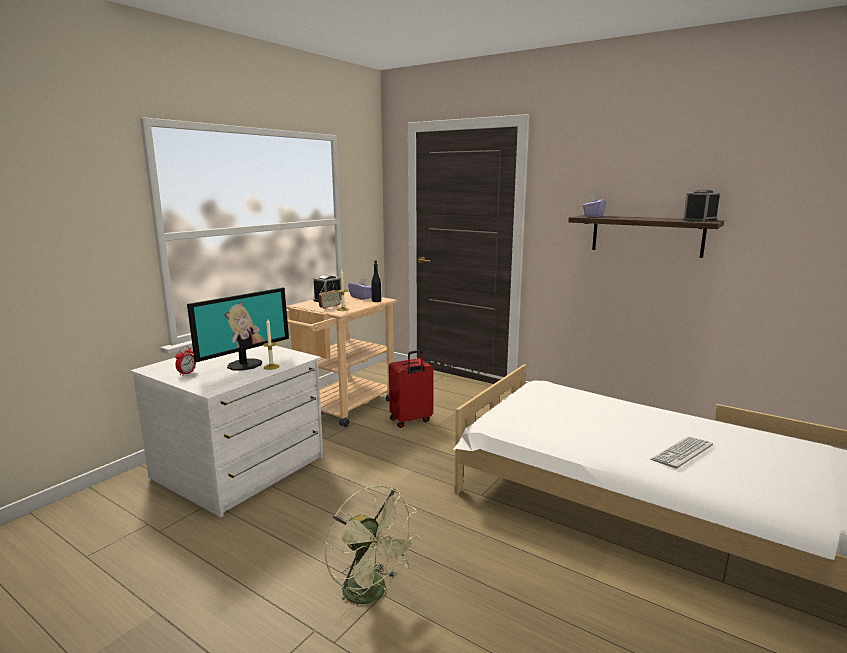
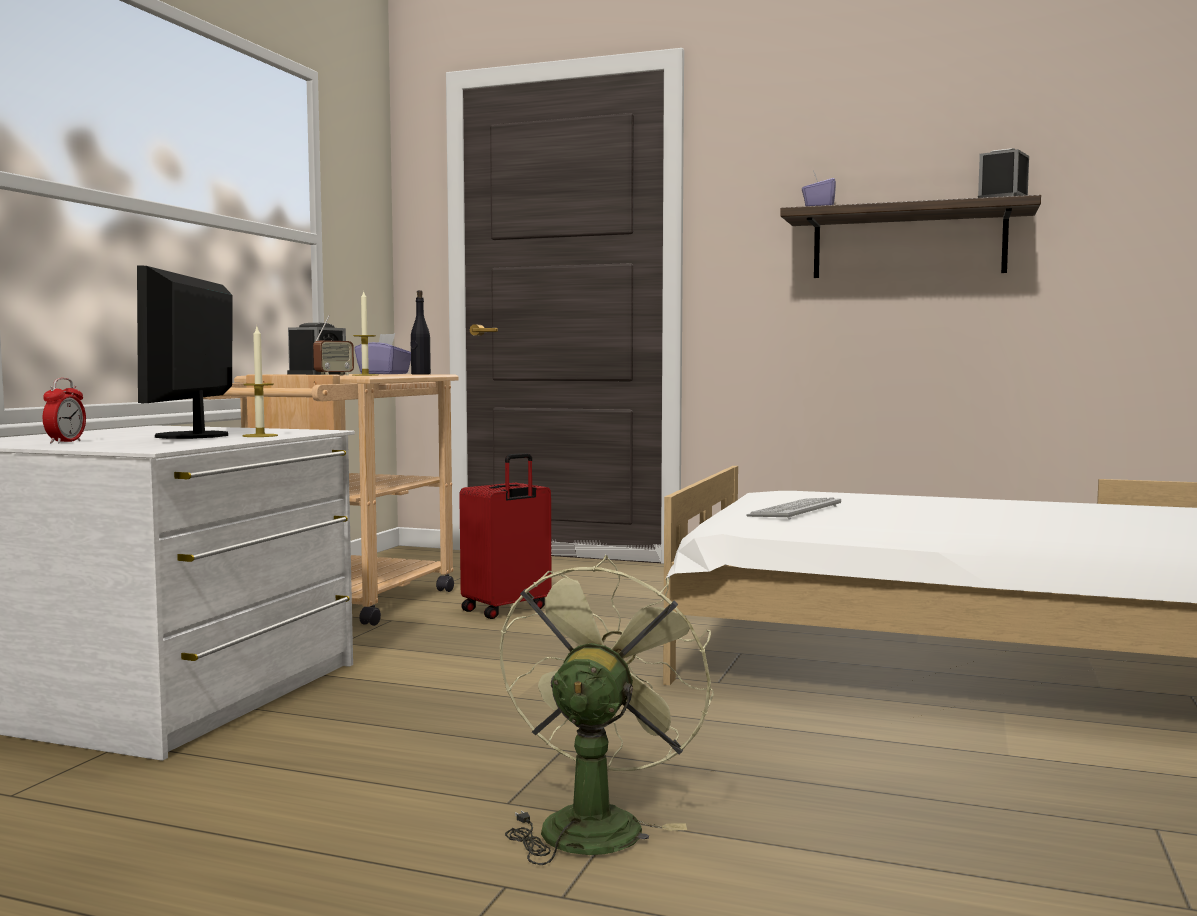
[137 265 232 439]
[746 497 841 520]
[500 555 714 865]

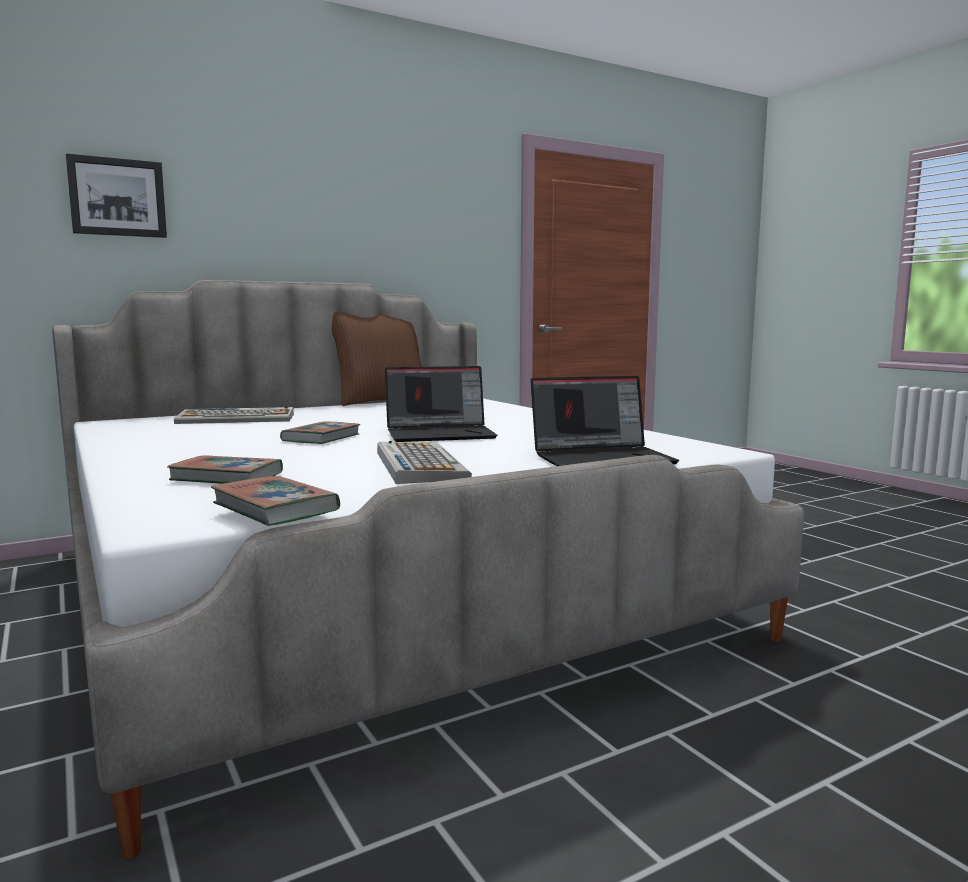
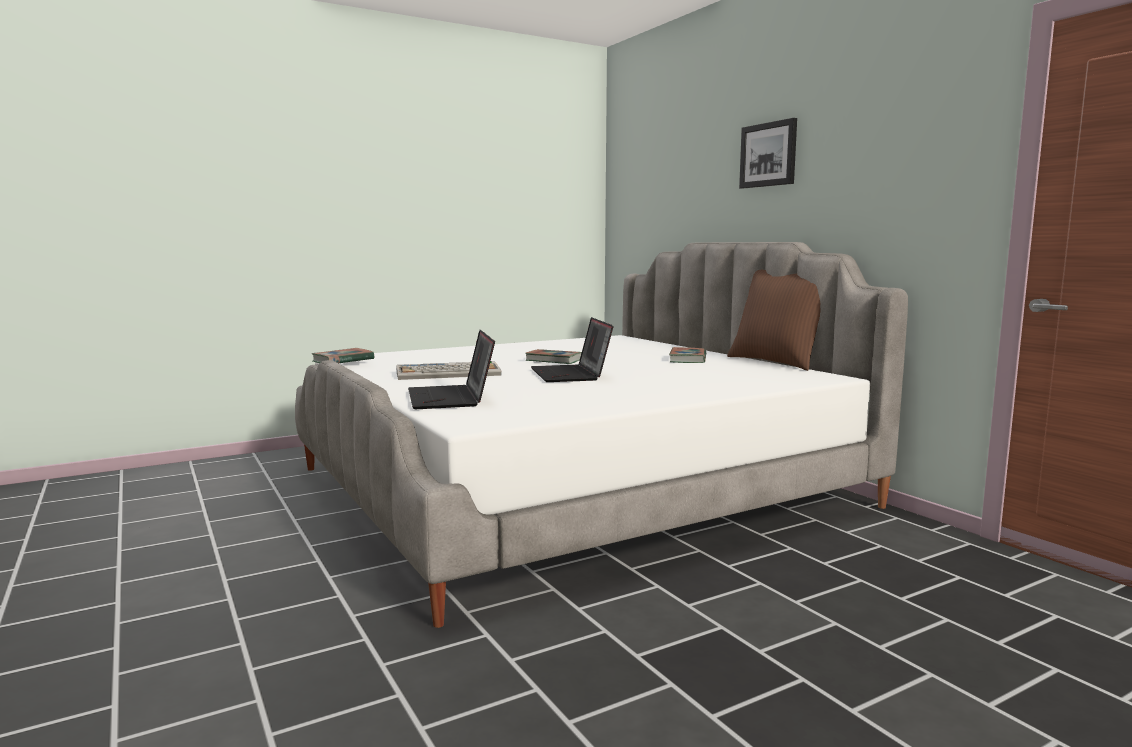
[739 118 797 189]
[174 407 294 424] (first image)
[669 347 706 363]

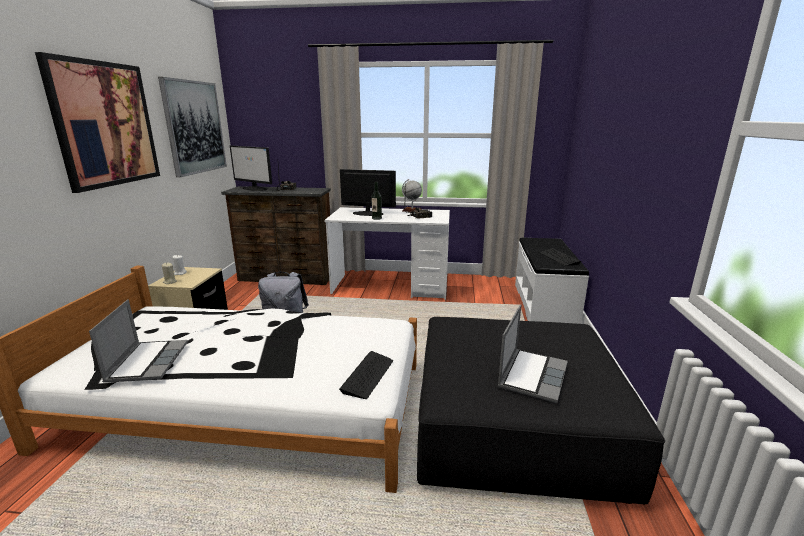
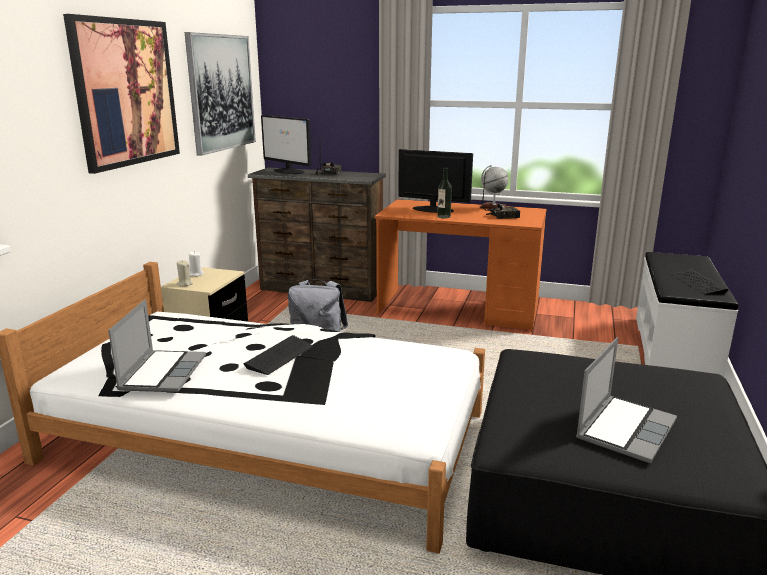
[375 199 546 332]
[244 335 313 375]

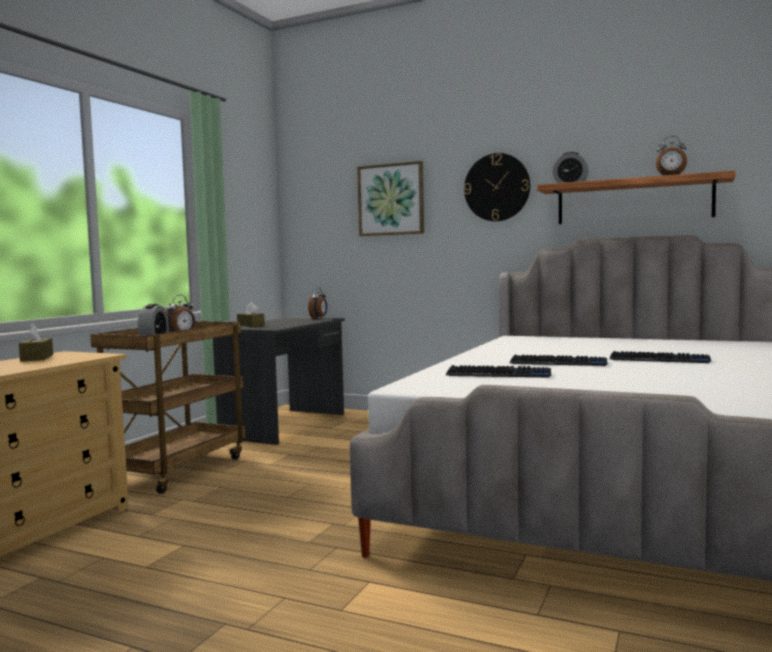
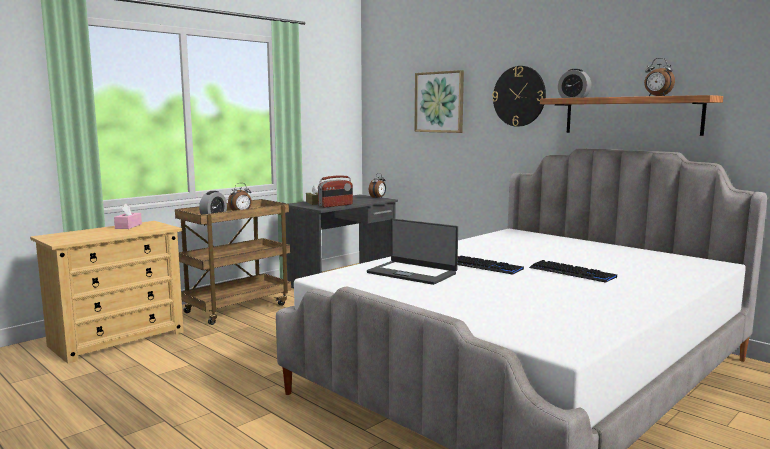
[114 204 142 229]
[367 219 458 285]
[318 175 353 208]

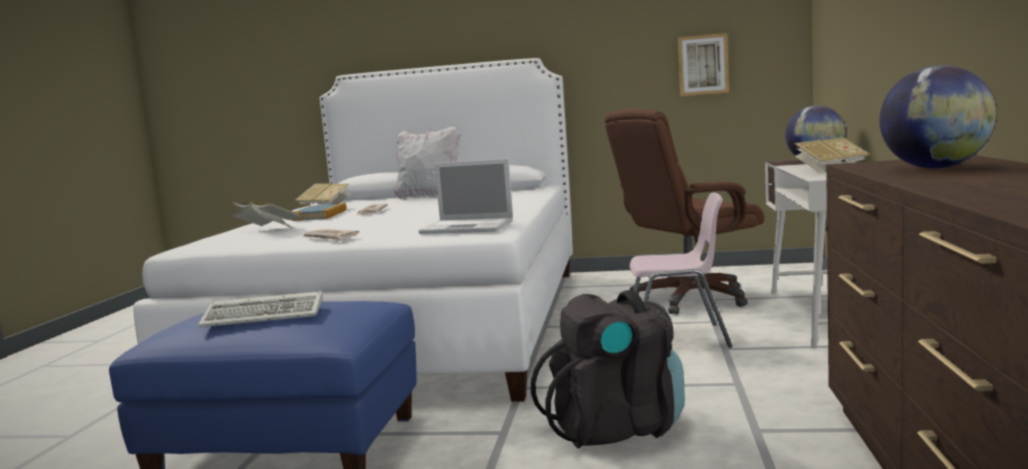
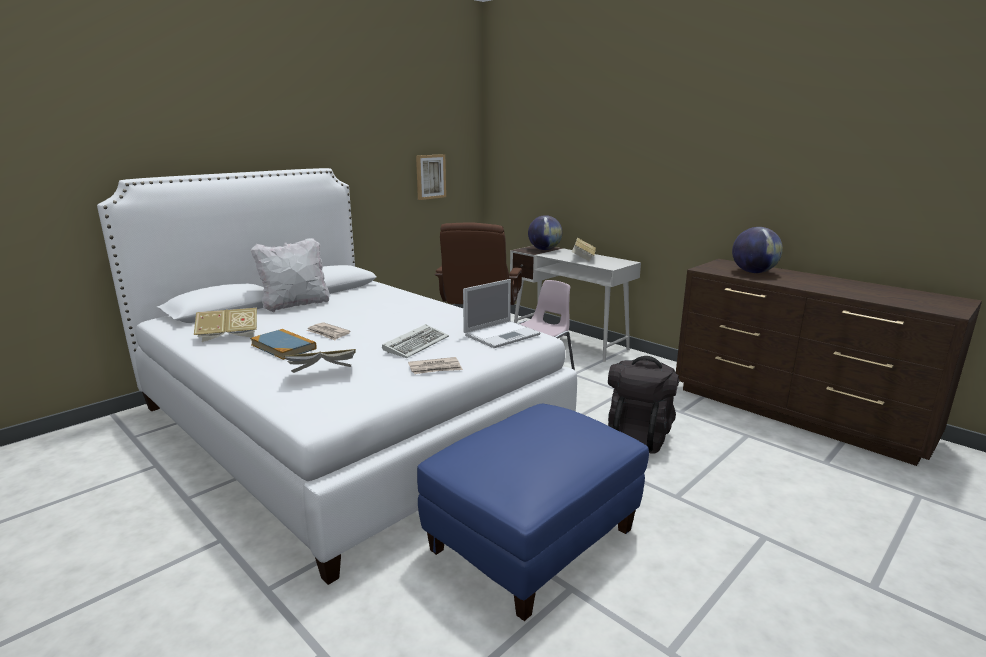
[382 324 449 358]

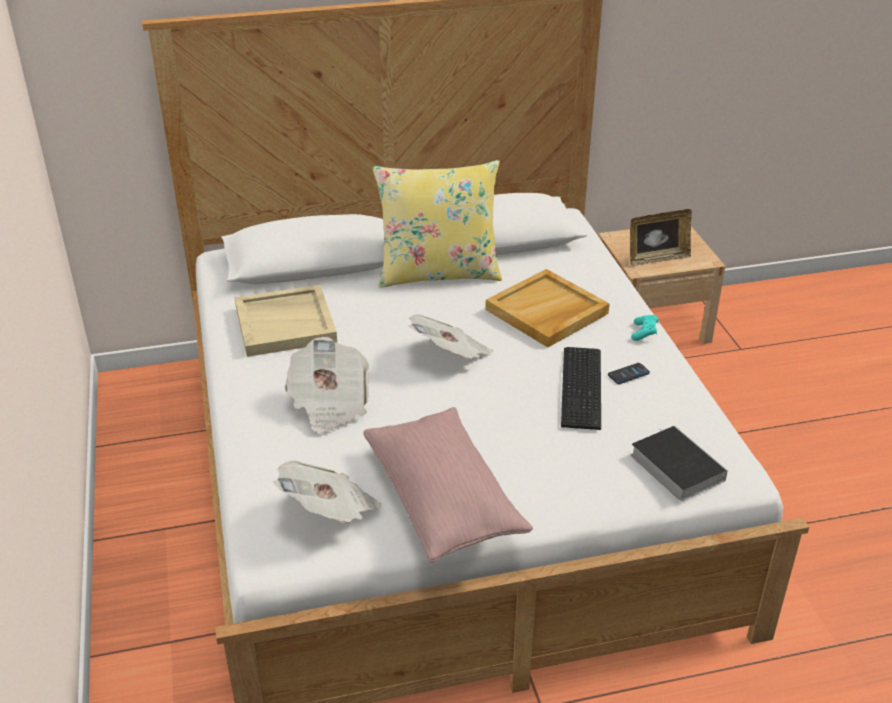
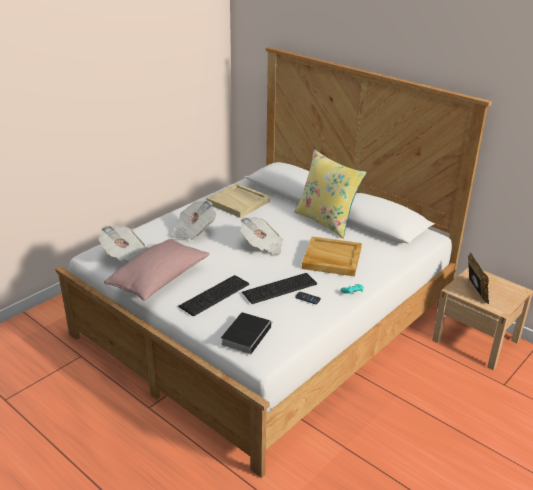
[468 252 489 304]
[178 275 249 317]

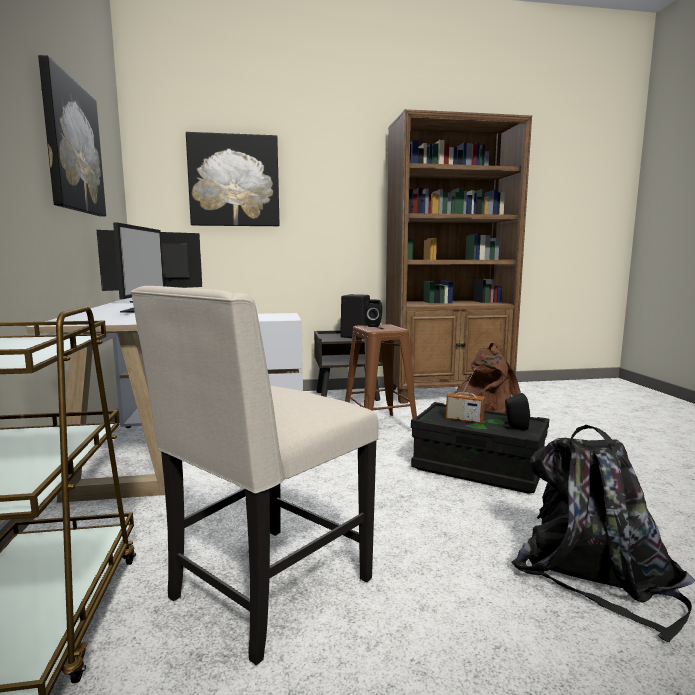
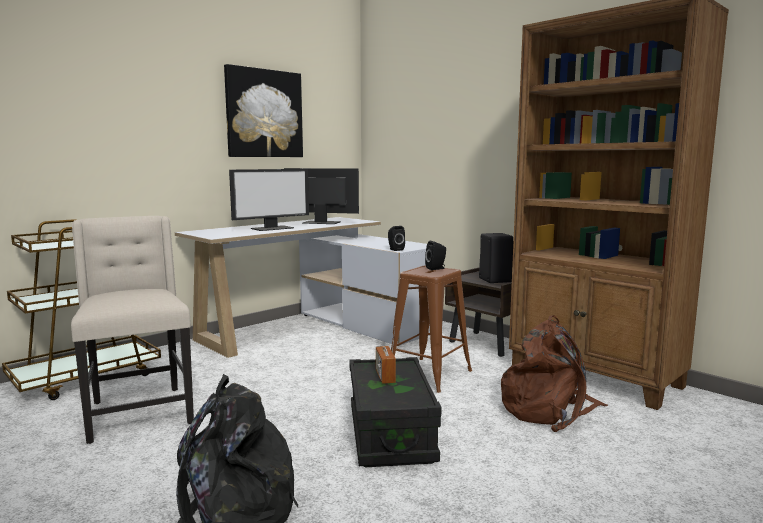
[186 132 280 226] (first image)
[71 216 194 444]
[388 226 405 251]

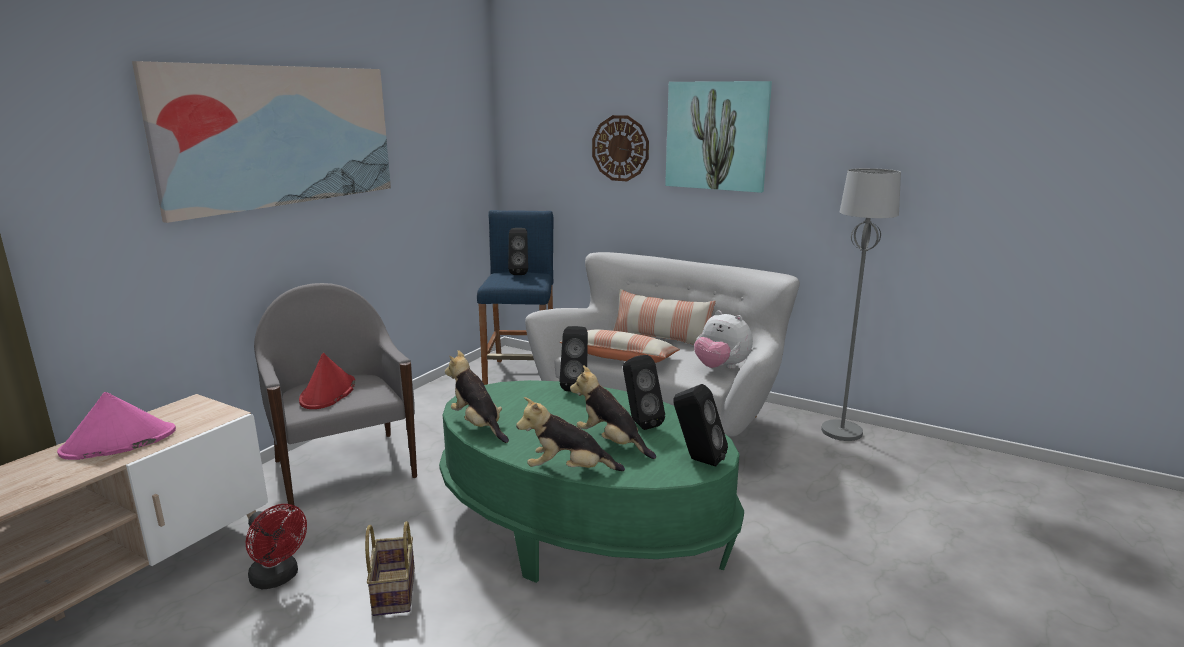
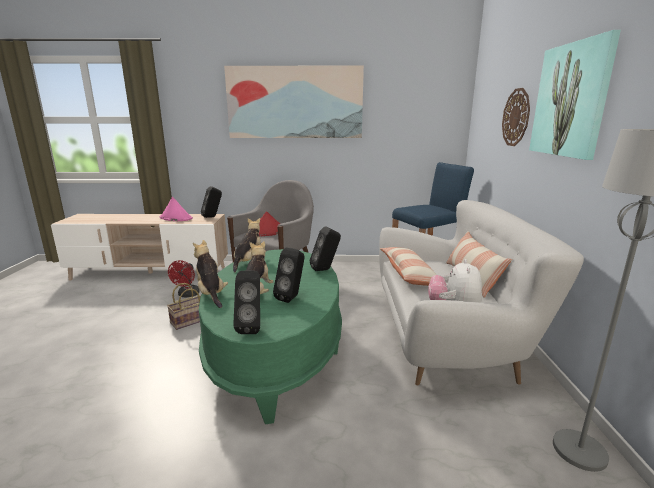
[201 186 222 218]

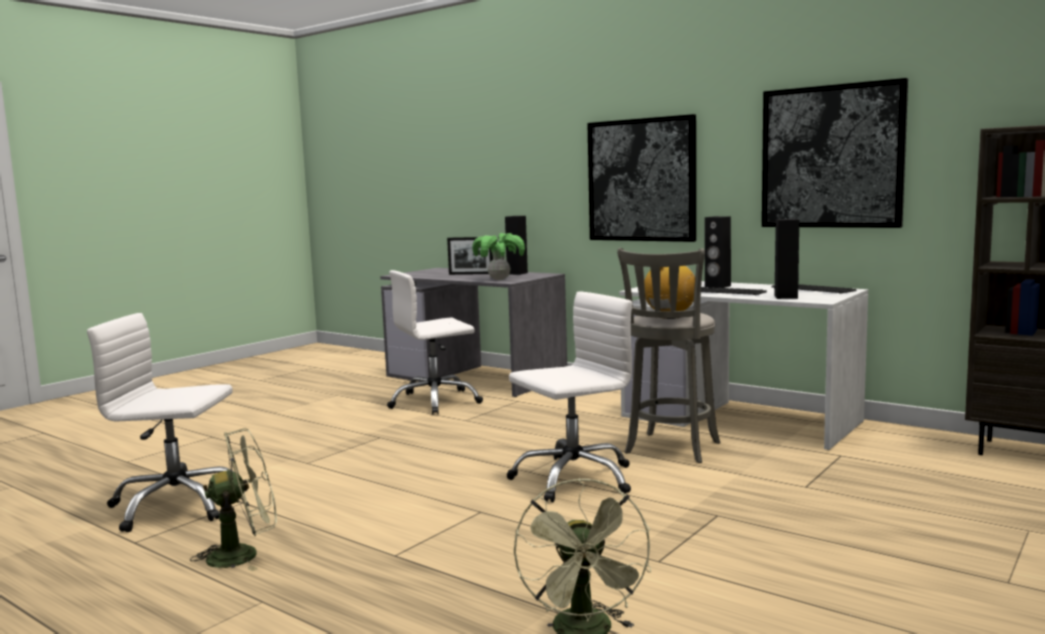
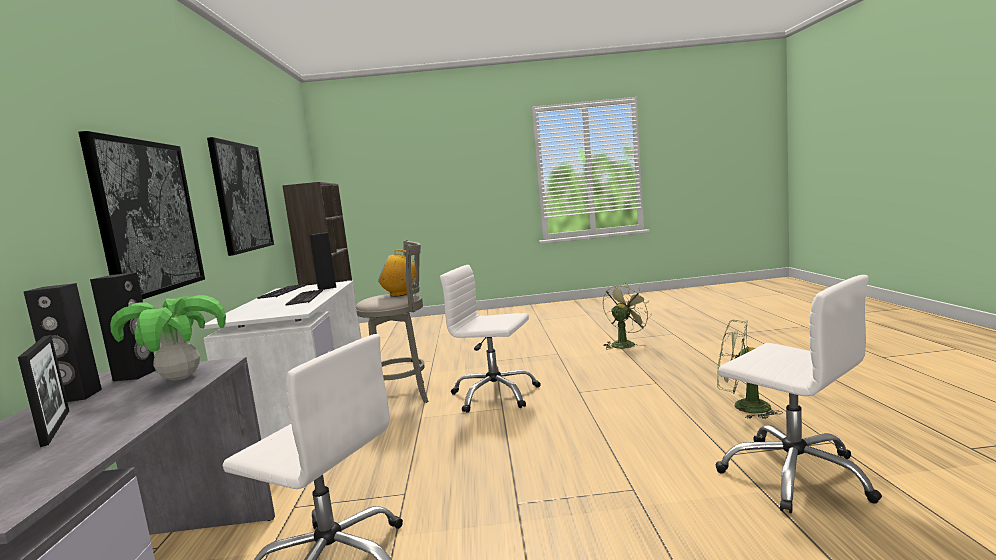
[90 272 156 381]

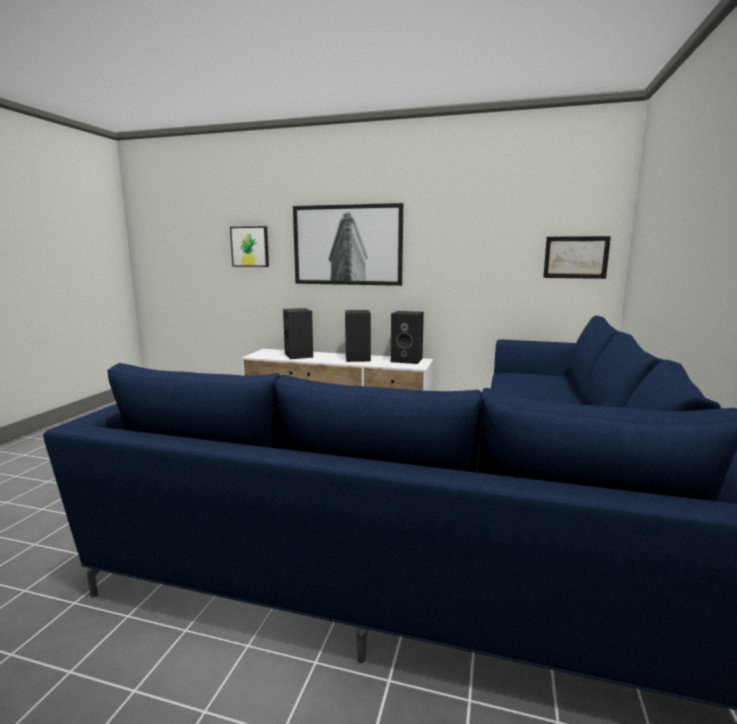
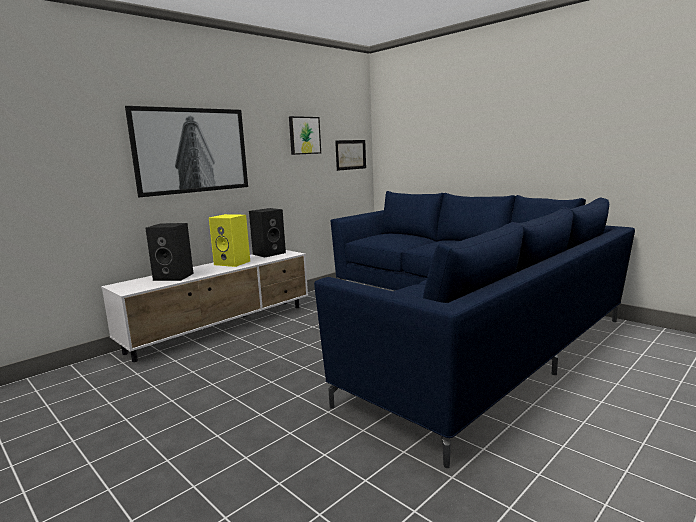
[289 116 321 155]
[209 214 250 267]

